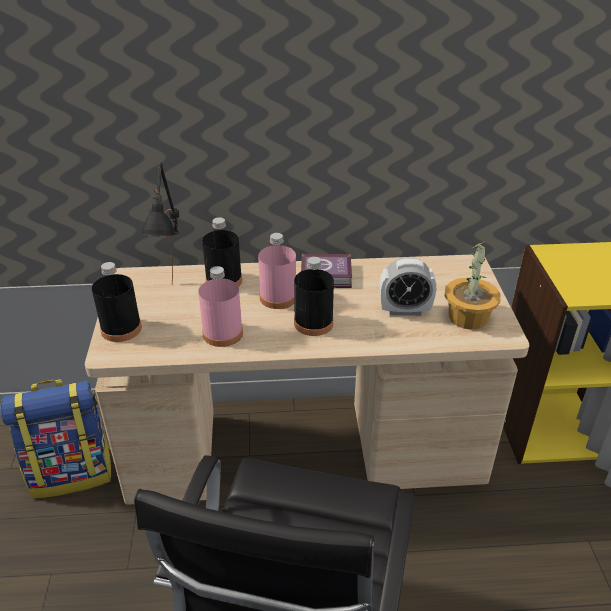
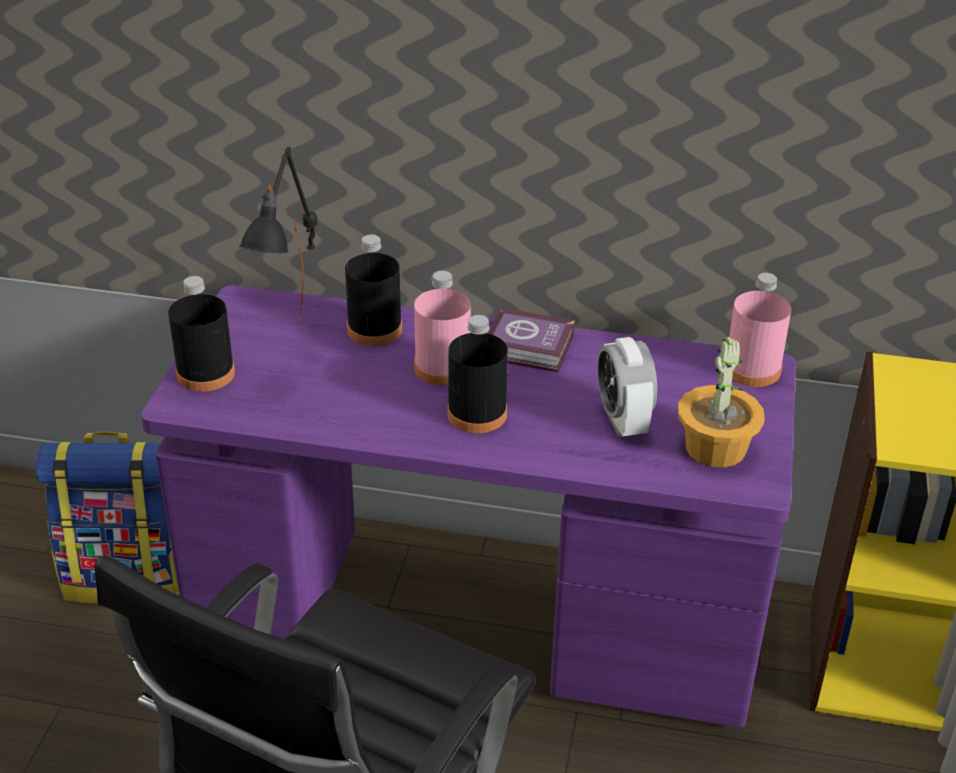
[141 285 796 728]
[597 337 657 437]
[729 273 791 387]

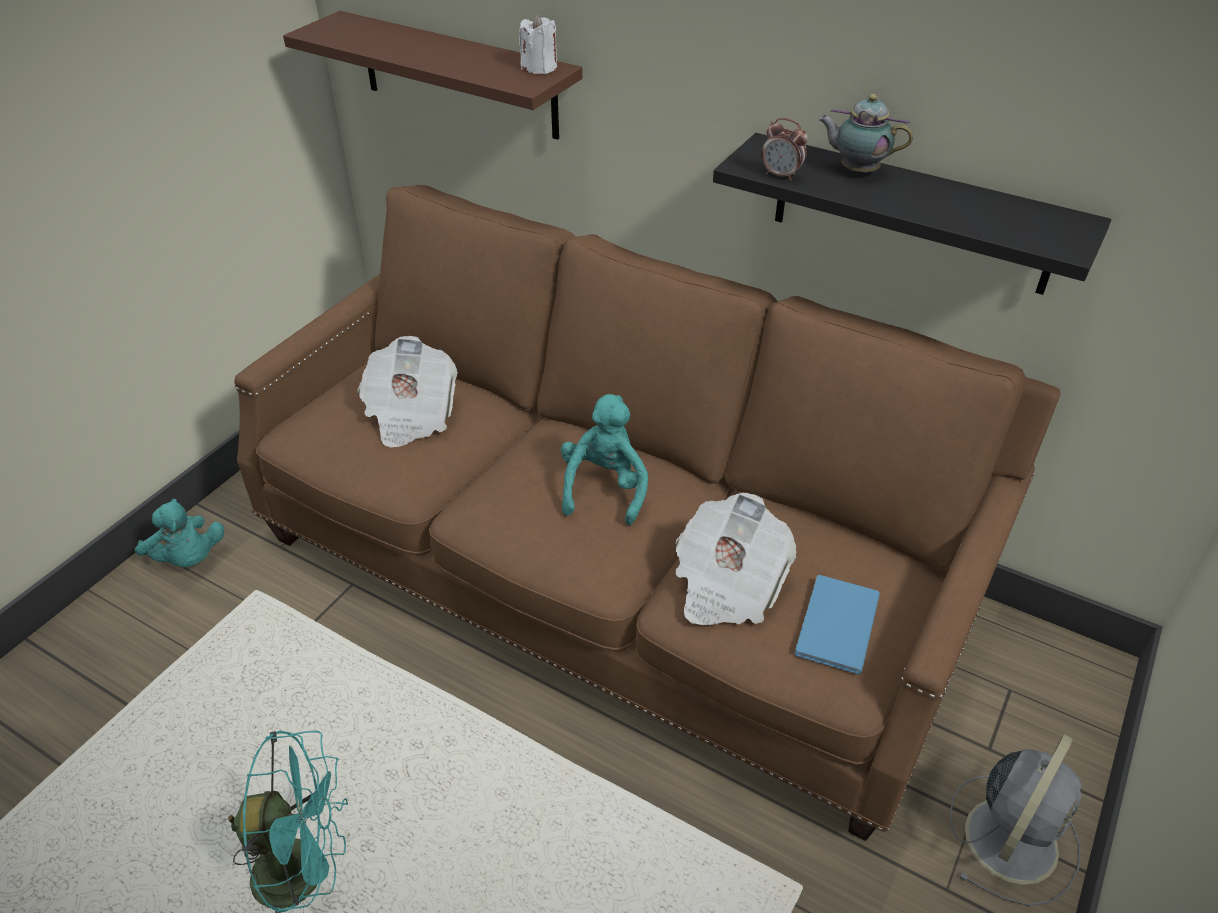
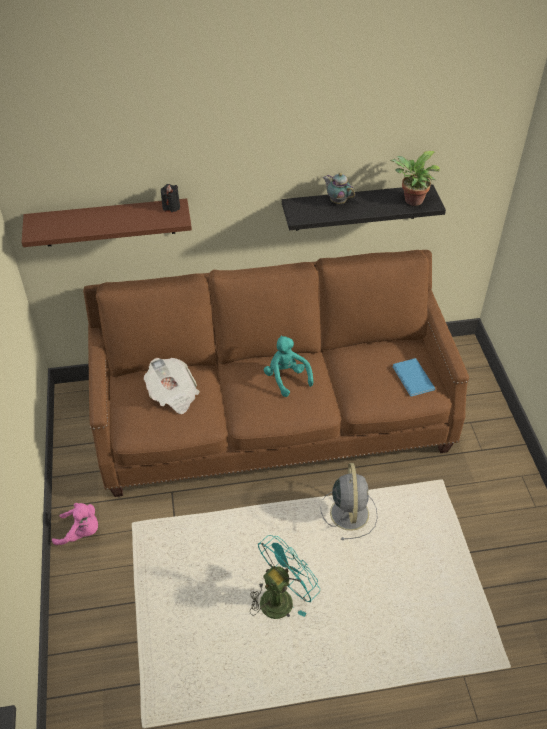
[161 184 180 212]
[323 173 355 204]
[761 118 808 181] (first image)
[675 493 797 625] (first image)
[52 503 98 545]
[320 463 378 540]
[390 151 440 206]

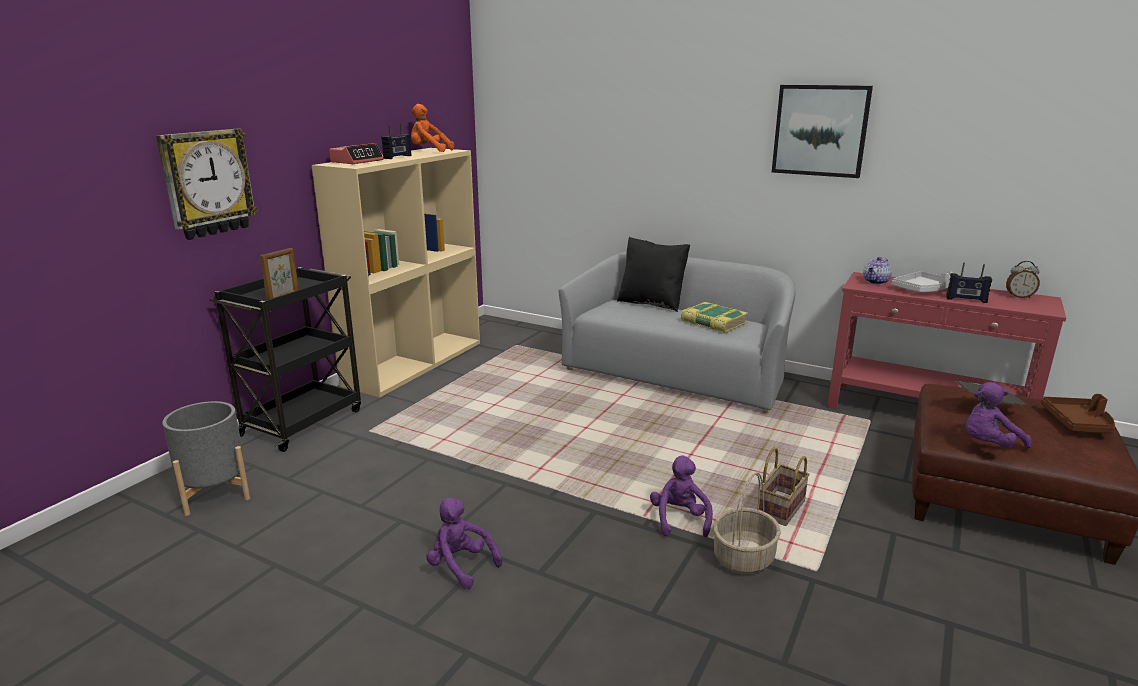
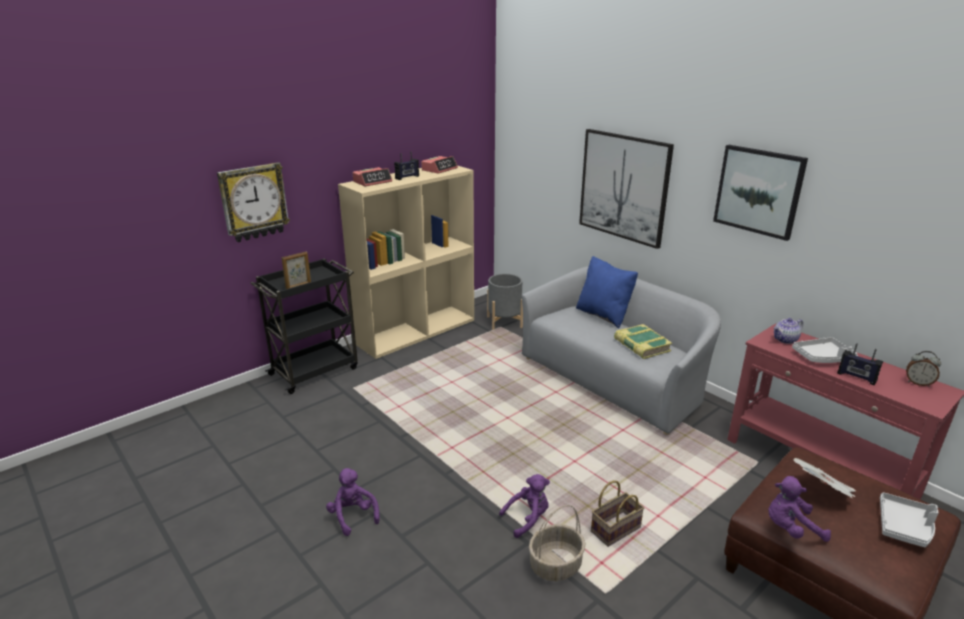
[421 156 458 174]
[576 256 638 328]
[880 492 939 547]
[487 274 523 330]
[499 474 550 538]
[579 129 674 249]

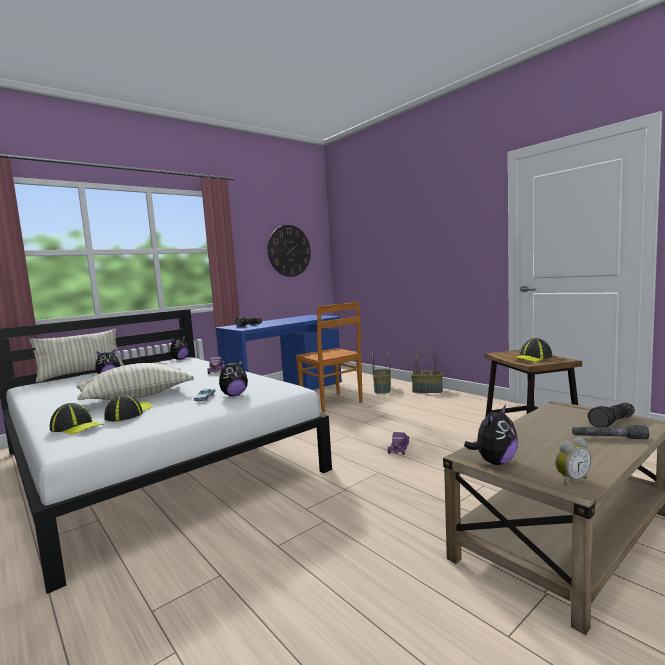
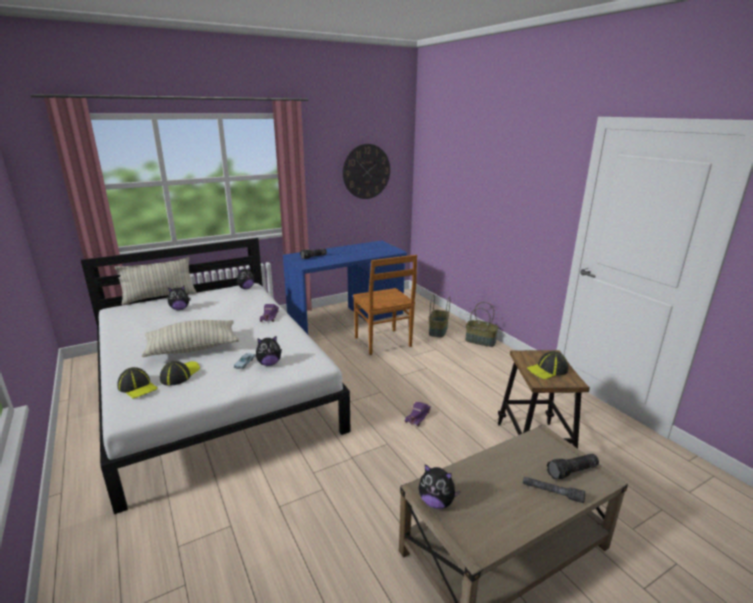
[419 464 461 509]
[555 437 591 485] (first image)

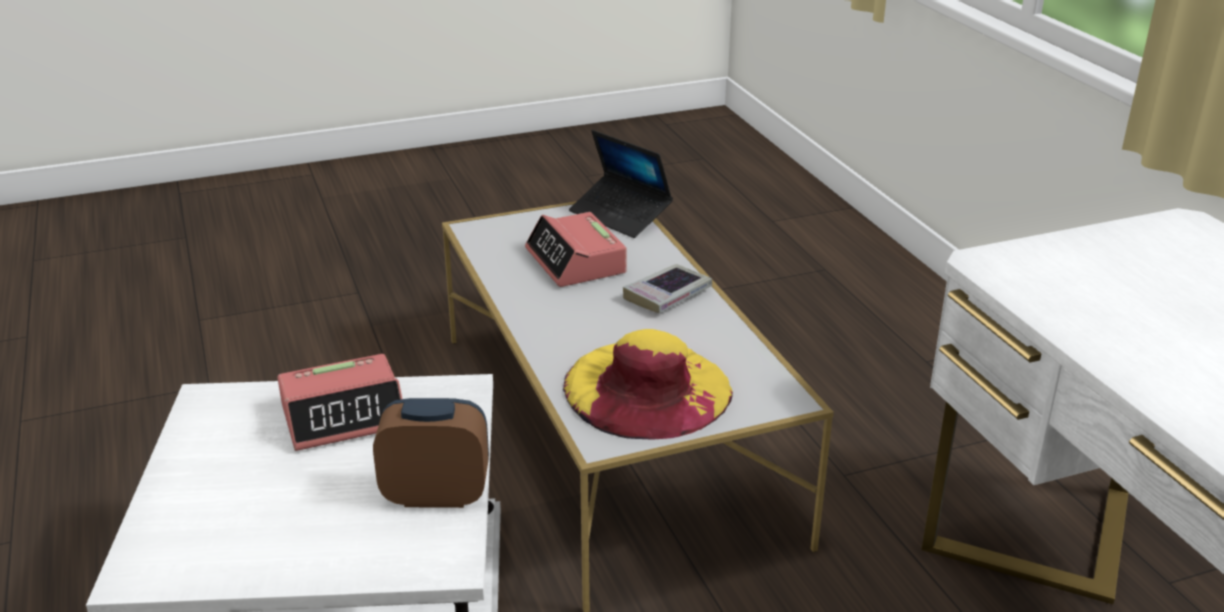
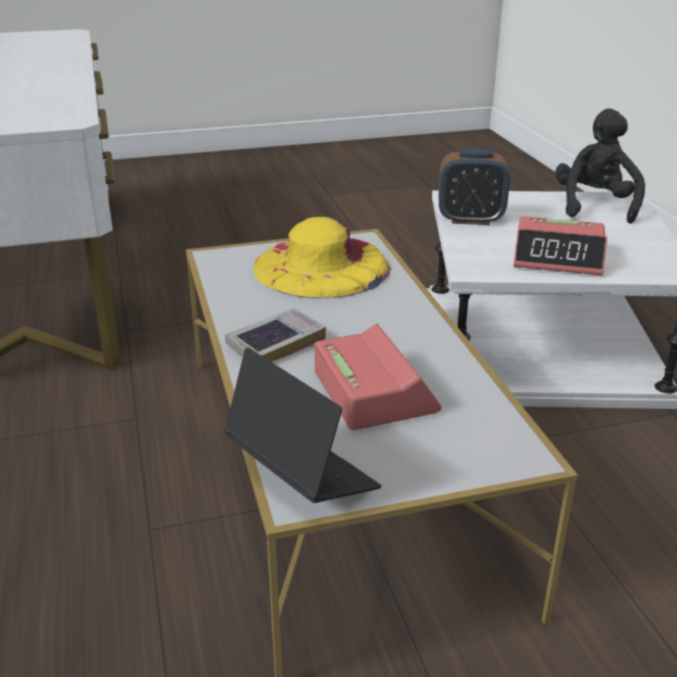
[513 216 607 275]
[555 109 645 223]

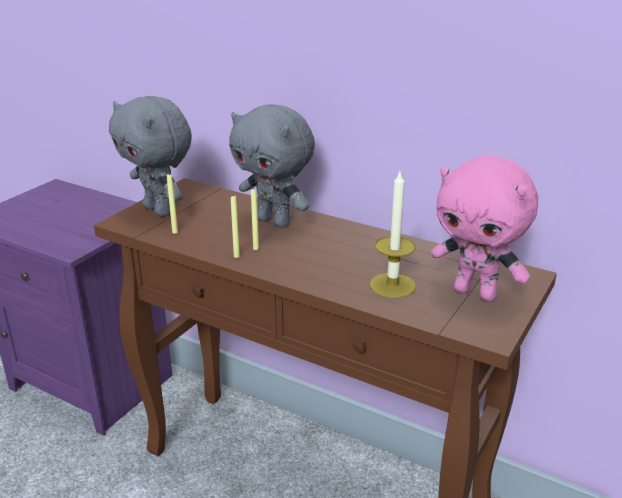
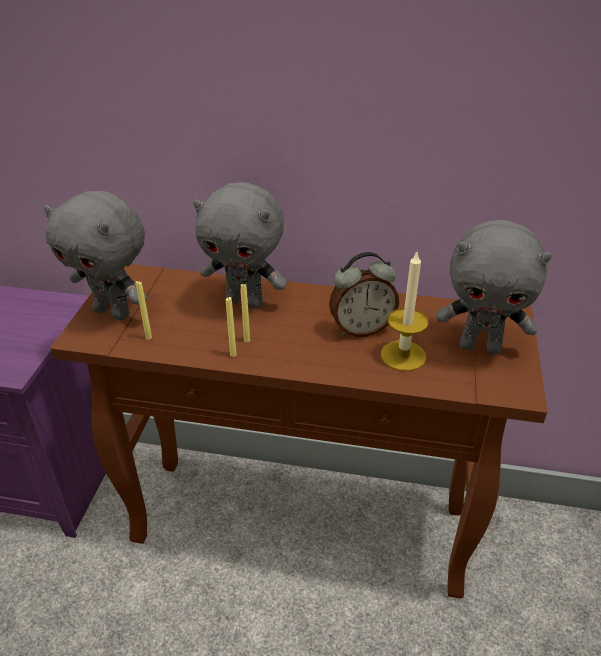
[436 220 552 354]
[329 252 399 337]

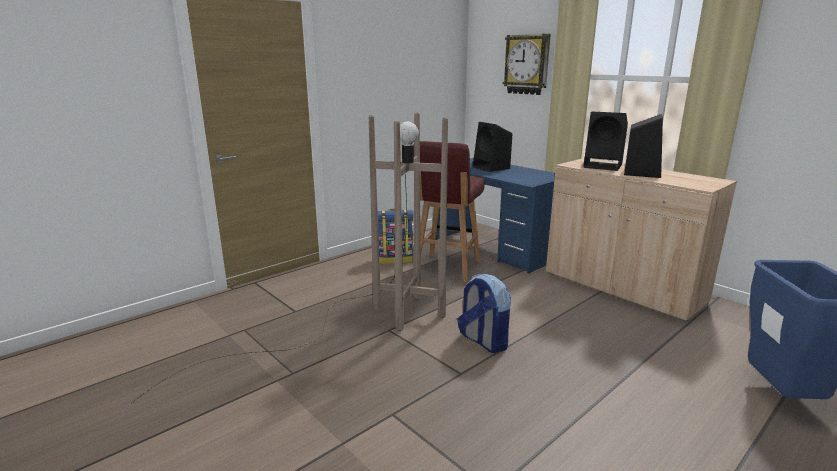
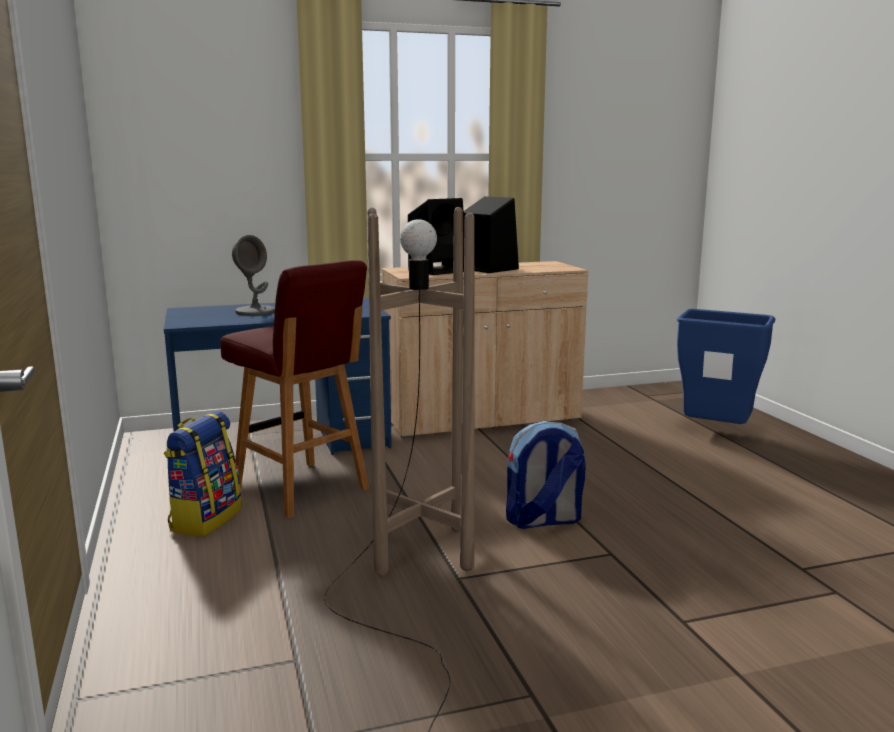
[503 34 551 95] (first image)
[232 235 275 316]

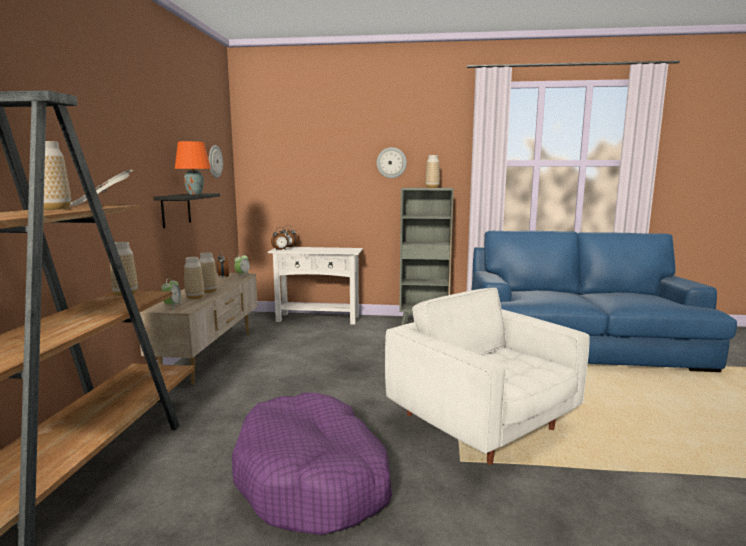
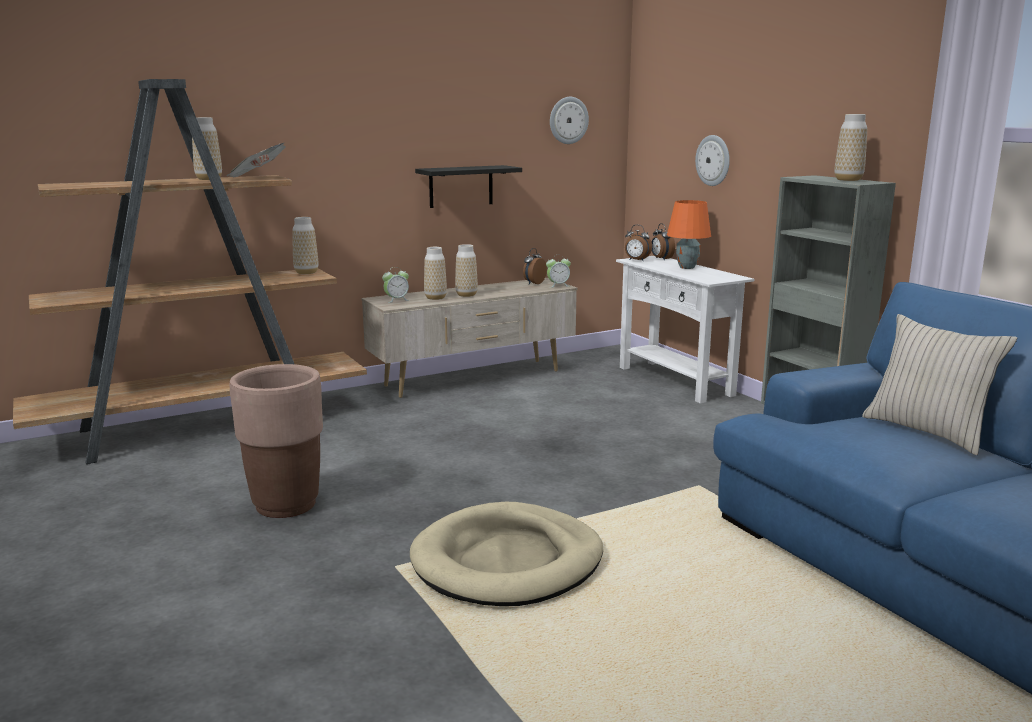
[667 200 711 269]
[695 135 730 186]
[410 502 603 606]
[229 364 323 518]
[862 314 1018 455]

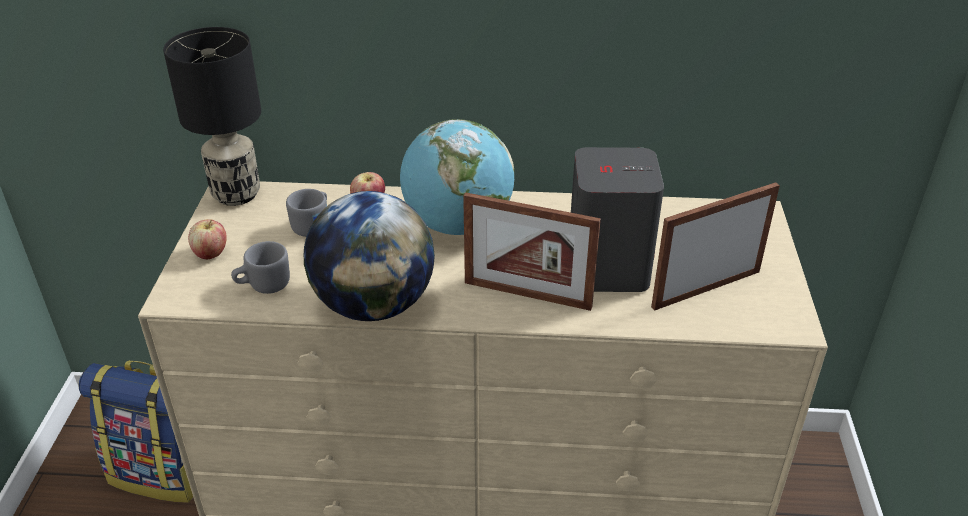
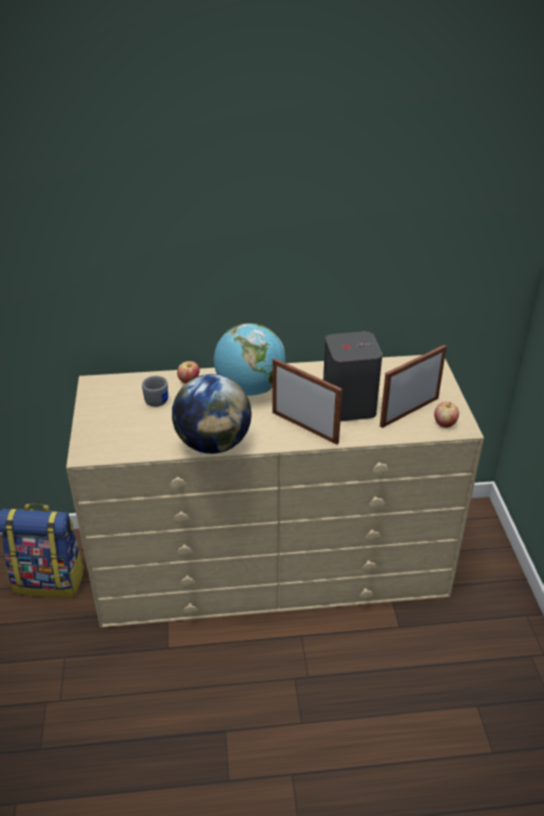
[163 27 261 206] (first image)
[273 358 342 445]
[434 402 459 428]
[231 241 290 294] (first image)

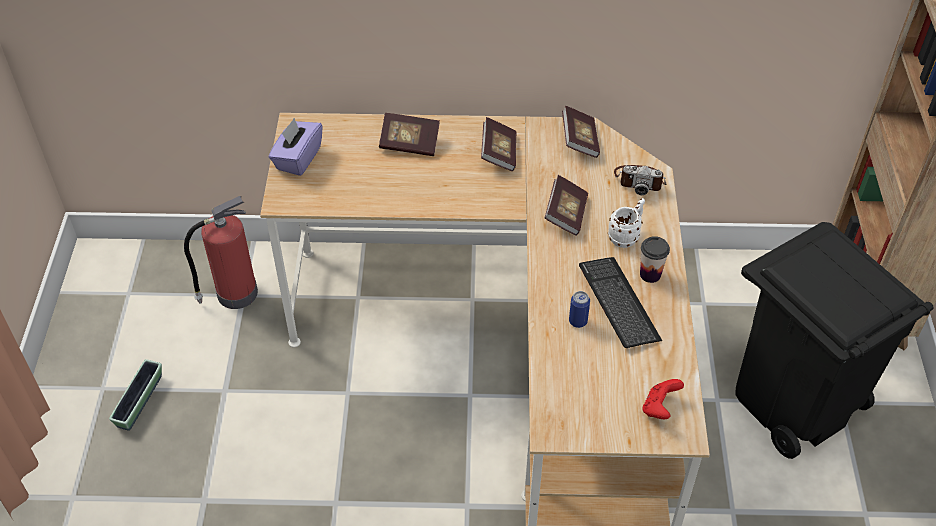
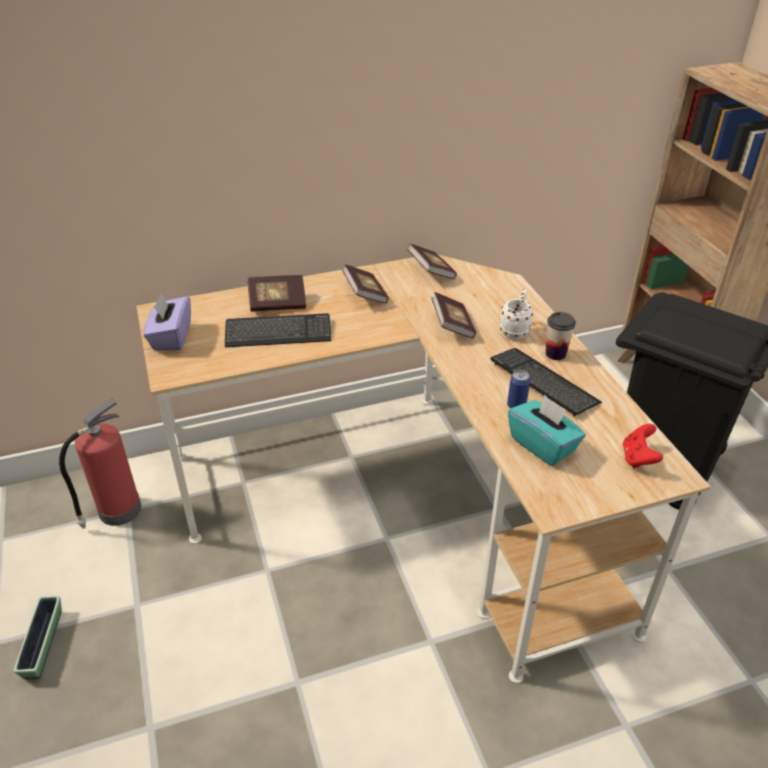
[614 165 667 195] (first image)
[225 313 331 347]
[508 395 586 466]

